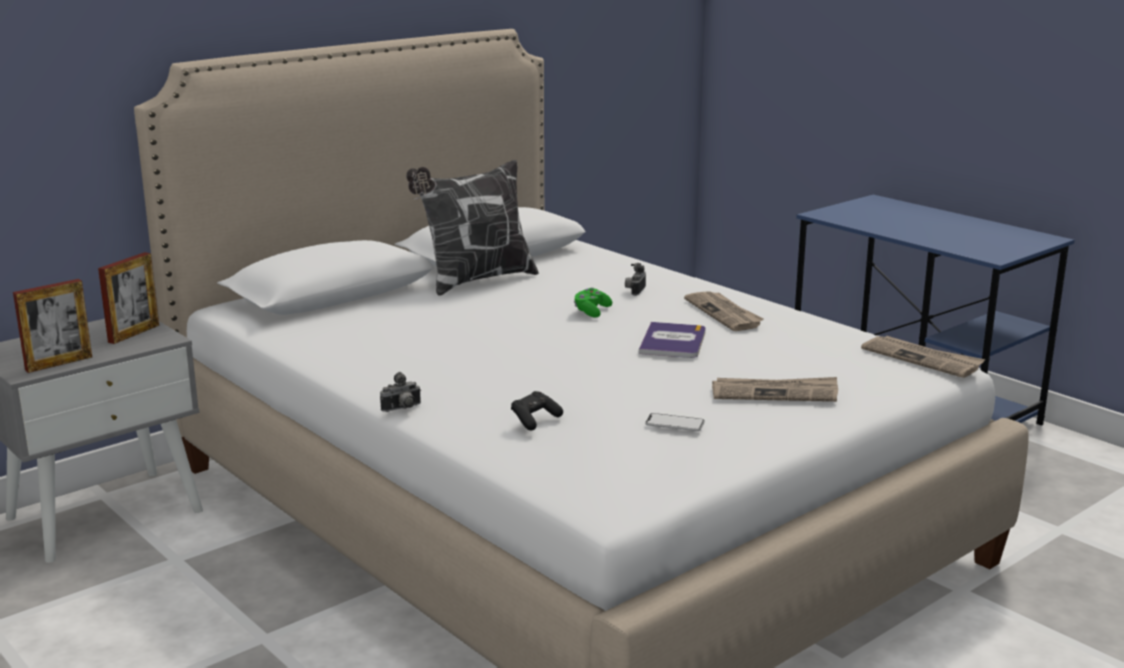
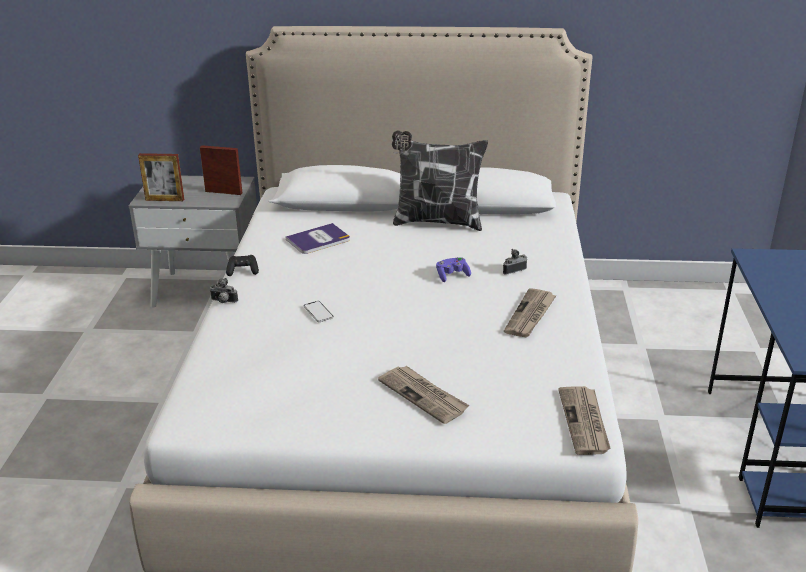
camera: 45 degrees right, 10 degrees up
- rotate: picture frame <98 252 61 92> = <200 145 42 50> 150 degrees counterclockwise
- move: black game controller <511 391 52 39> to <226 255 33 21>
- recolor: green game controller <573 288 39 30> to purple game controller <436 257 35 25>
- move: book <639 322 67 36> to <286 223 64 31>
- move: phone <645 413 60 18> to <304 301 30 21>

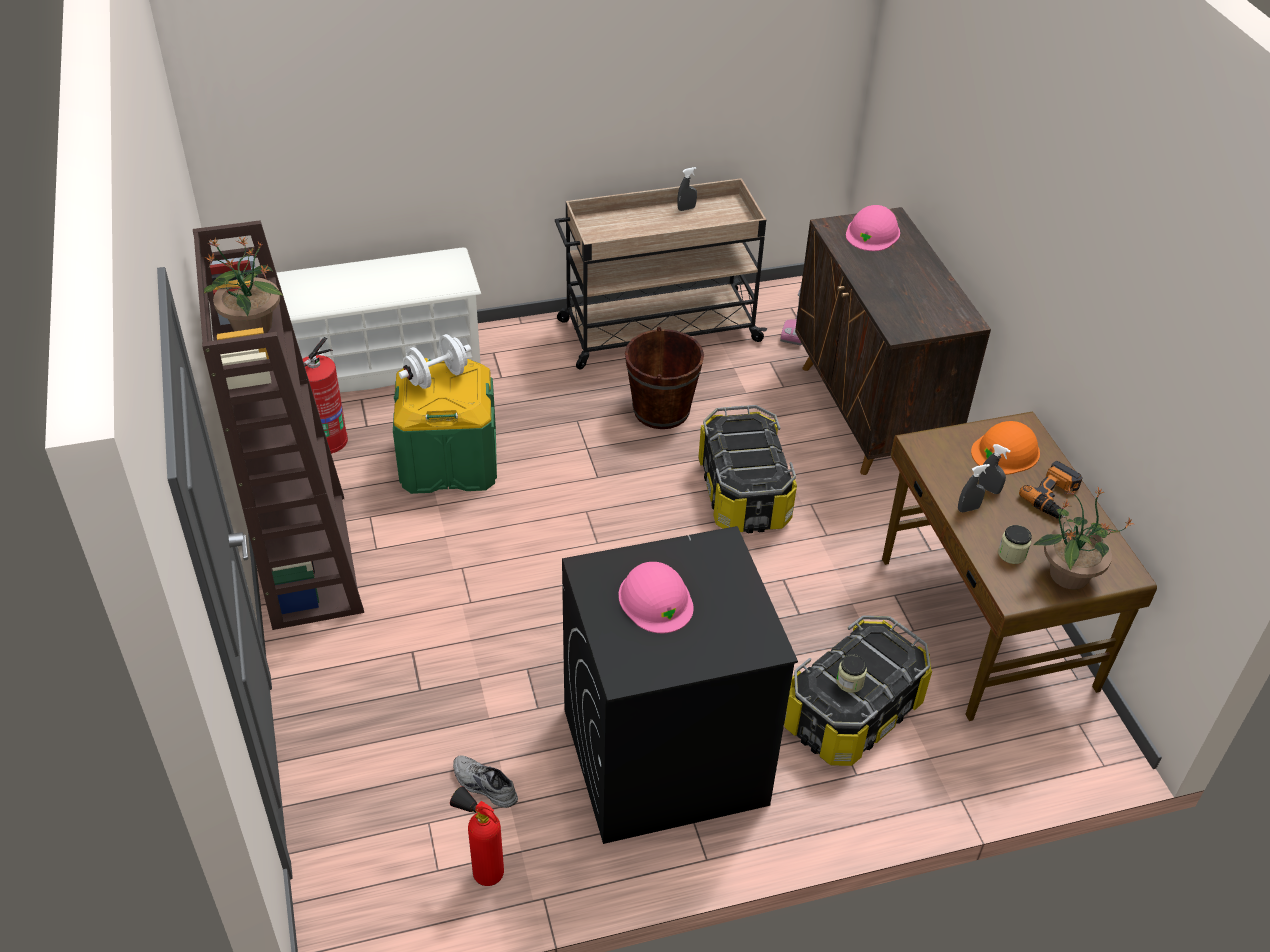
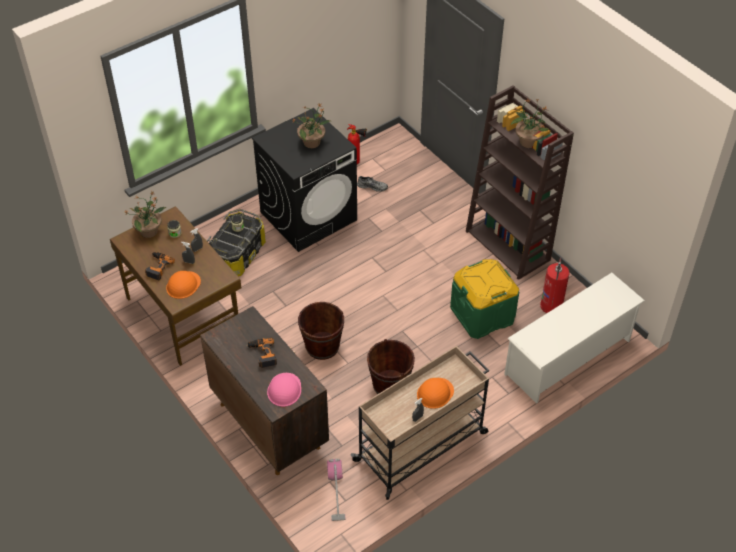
camera: 160 degrees right, 5 degrees up
- delete: white dumbbell <399 334 72 55>
- replace: pink hard hat <619 562 75 71> to potted plant <291 103 40 45>
- replace: storage box <699 405 98 128> to brown bucket <298 302 46 58>
- insert: power drill <247 338 30 30>
- insert: orange hard hat <417 378 37 31>

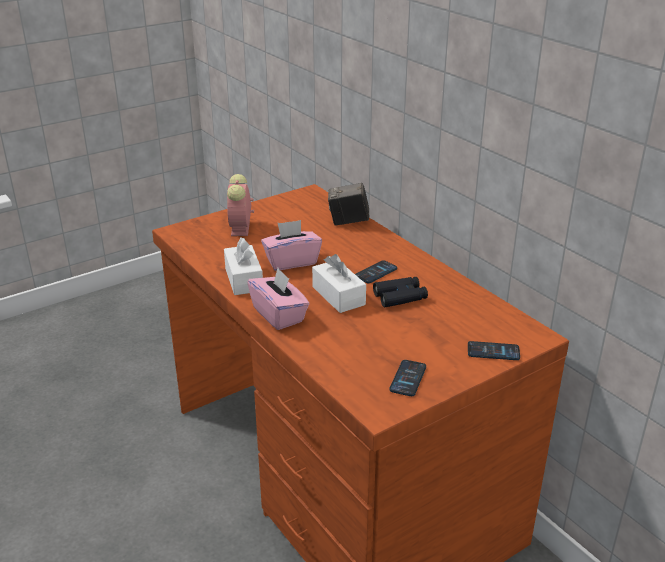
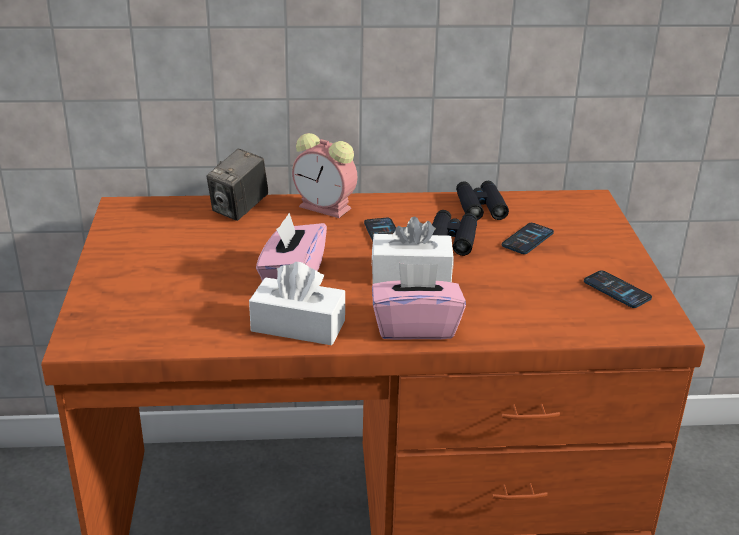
camera: 60 degrees left, 0 degrees up
- move: alarm clock <227 174 27 62> to <292 133 66 85>
- move: phone <468 341 52 19> to <502 223 52 31>
- insert: black binoculars <456 181 53 39>

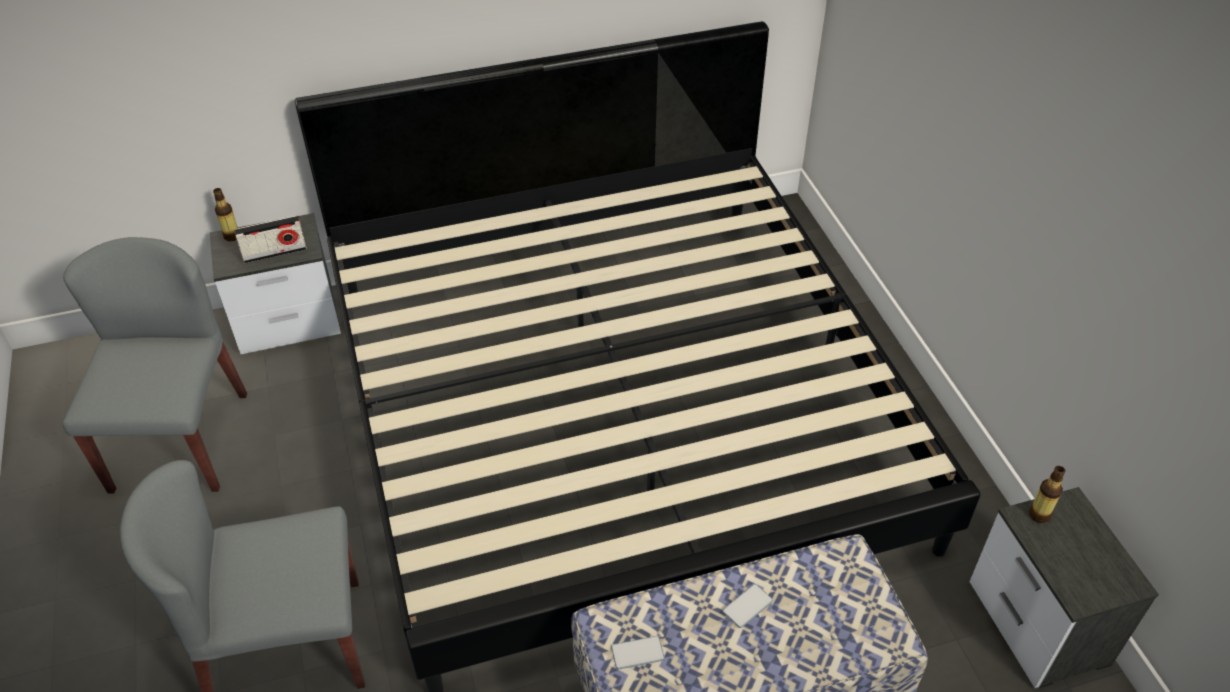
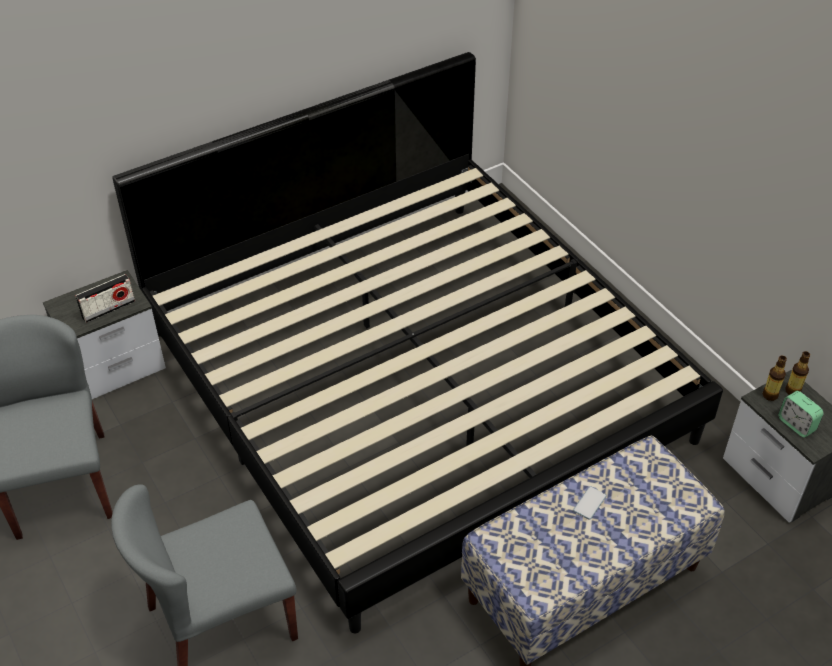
camera: 15 degrees left, 0 degrees up
- move: bottle <213 188 25 53> to <785 351 25 44>
- delete: phone <611 636 54 33>
- insert: alarm clock <778 391 46 47>

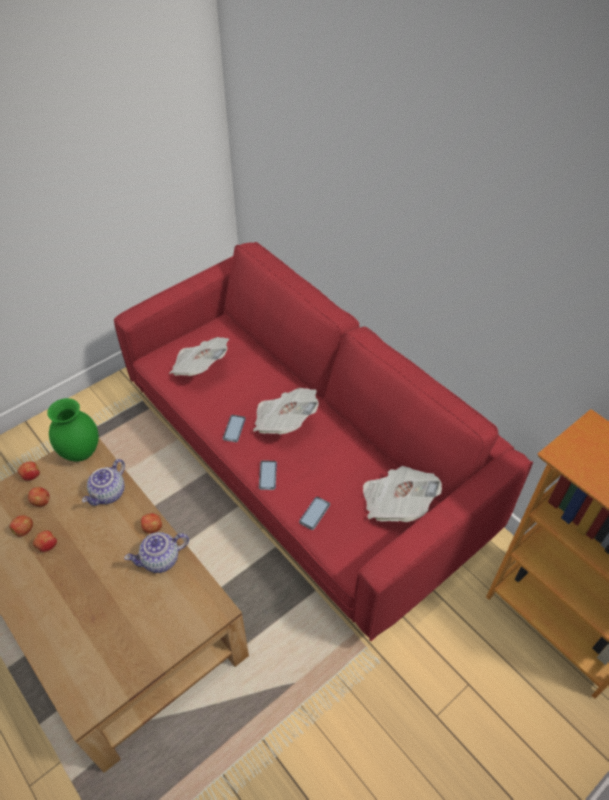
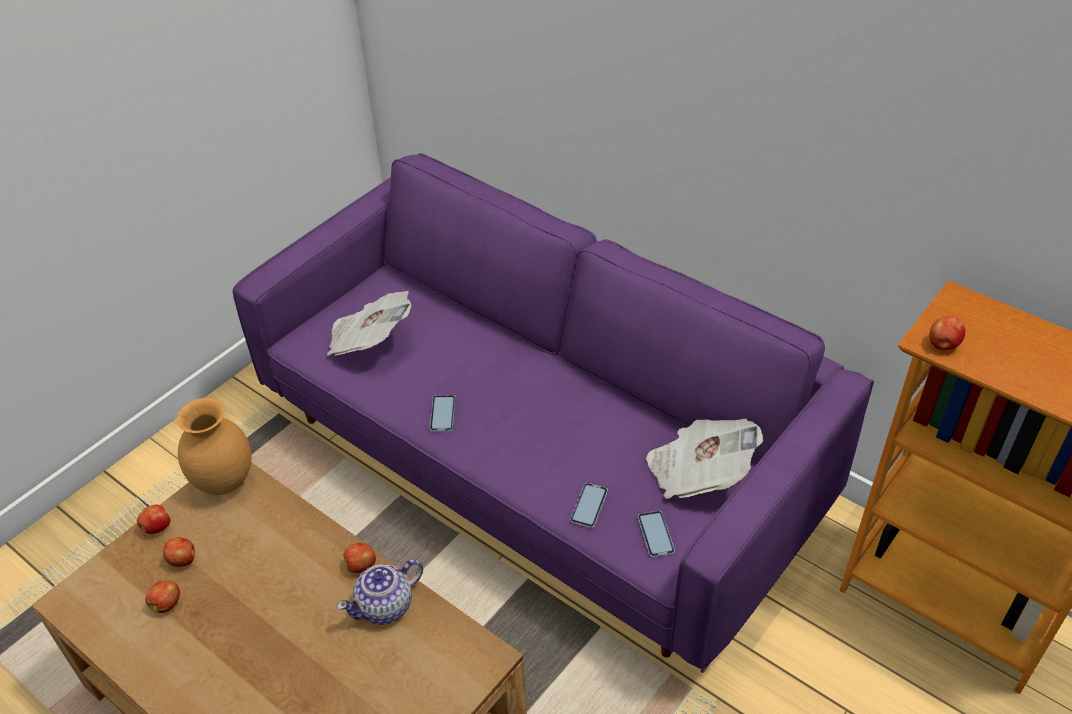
camera: 10 degrees left, 5 degrees down
- move: apple <33 531 24 21> to <930 316 35 34>
- recolor: green vase <47 398 52 64> to brown vase <177 398 75 97>
- delete: teapot <82 459 43 47>
- recolor: red sofa <114 242 419 399> to purple sofa <232 153 642 520>
- delete: newspaper <253 388 66 46>
- move: phone <259 461 18 29> to <638 511 37 47>

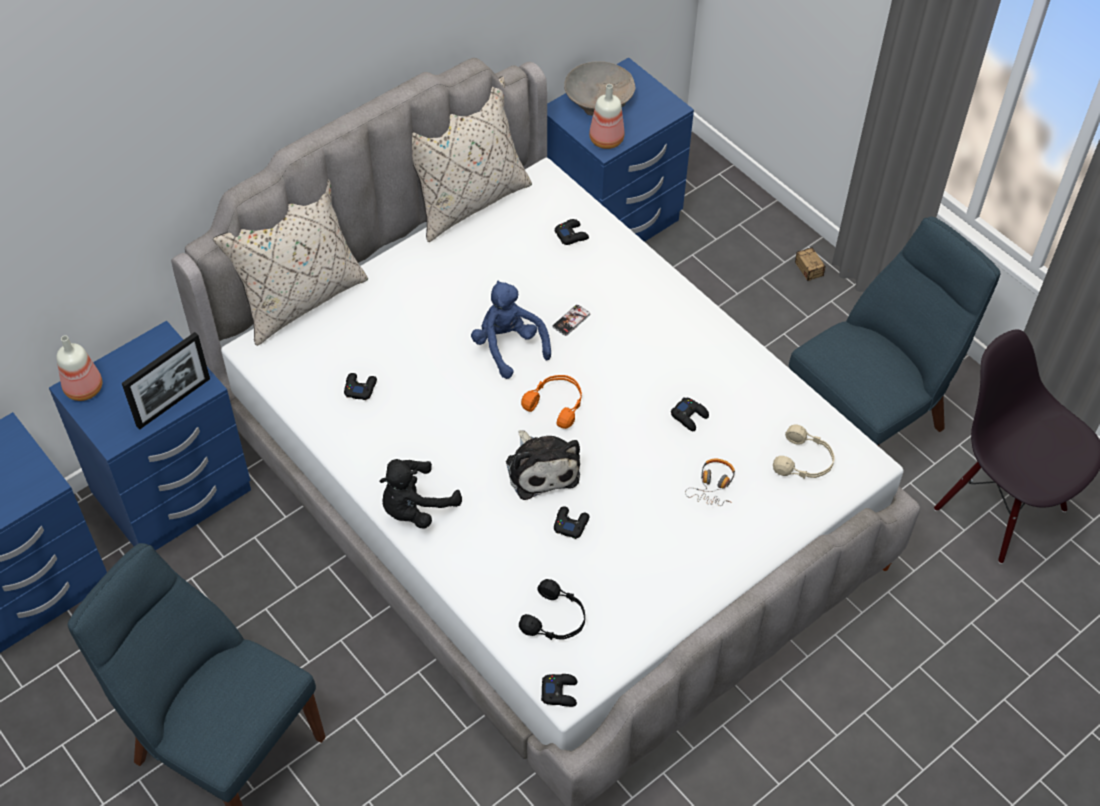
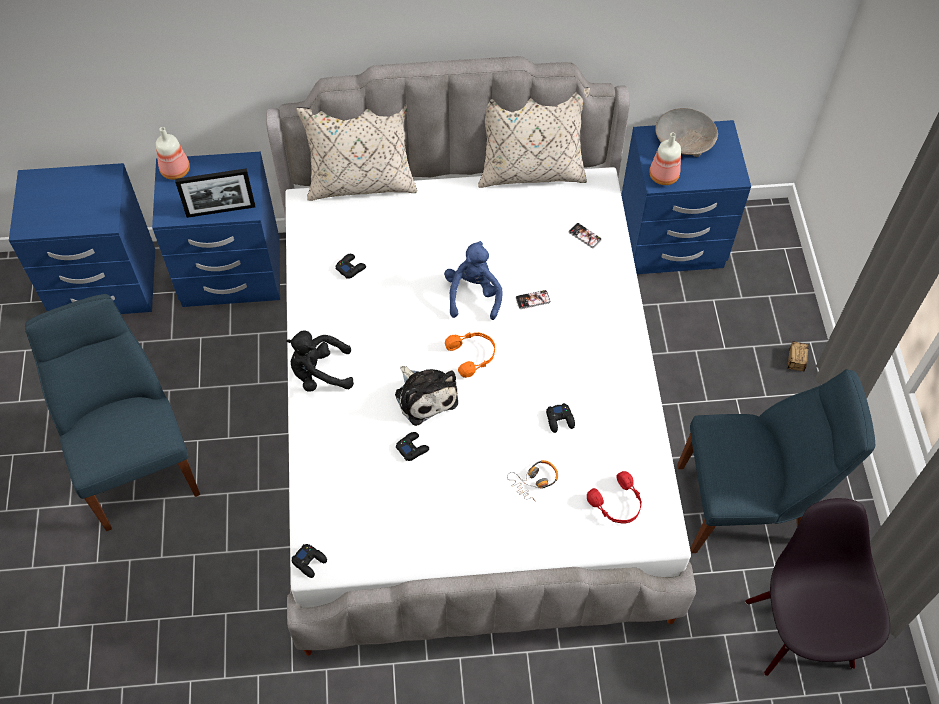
camera: 35 degrees right, 5 degrees up
- rotate: plush toy <506 430 74 70> = <395 366 63 60> 45 degrees counterclockwise
- delete: black headphones <519 579 66 61>
- replace: black game controller <554 219 35 26> to phone <569 223 33 25>
- recolor: beige headphones <773 424 62 55> to red headphones <587 471 55 52>

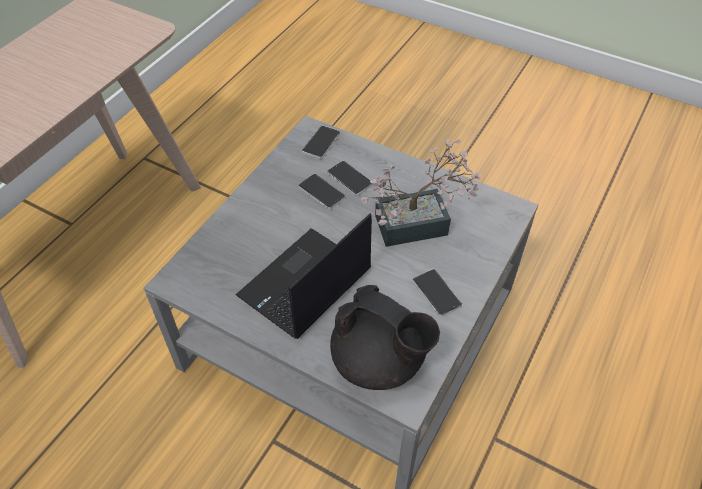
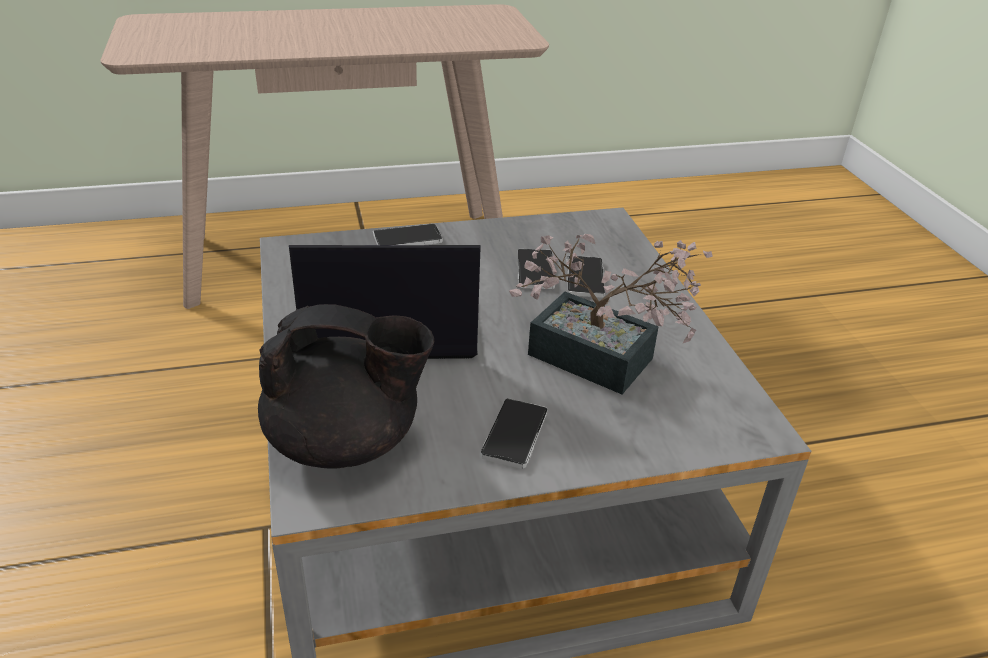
camera: 45 degrees right, 15 degrees down
- move: phone <302 125 38 34> to <373 223 70 22>
- rotate: black teapot <330 285 110 105> = <258 304 177 165> 75 degrees counterclockwise

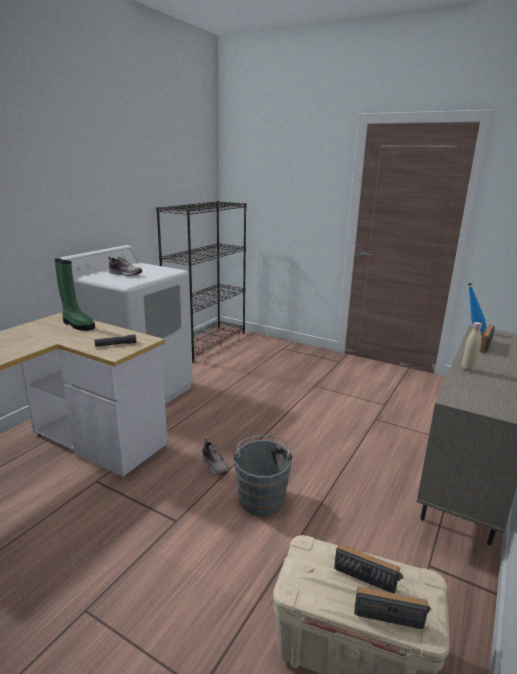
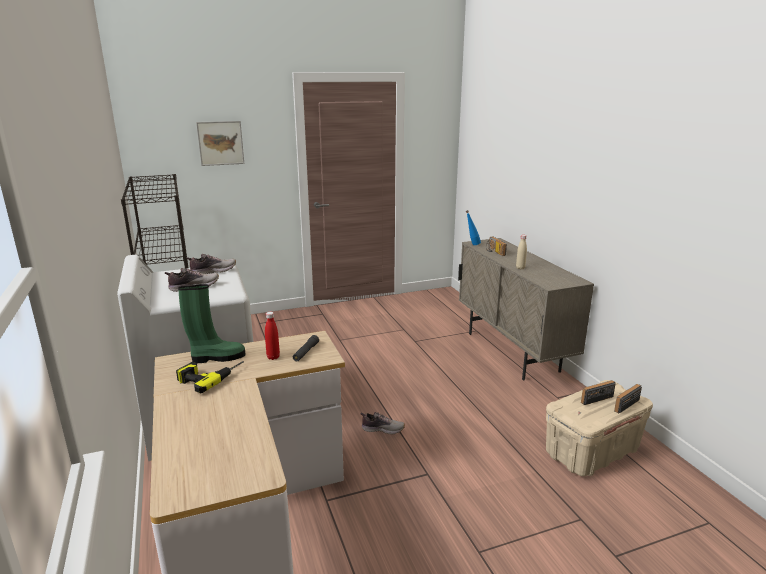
camera: 50 degrees left, 0 degrees up
- delete: grey bucket <231 435 65 81>
- insert: power drill <176 361 68 32>
- insert: shoe <187 254 49 20>
- insert: picture <196 121 48 45>
- insert: red bottle <265 312 15 48>

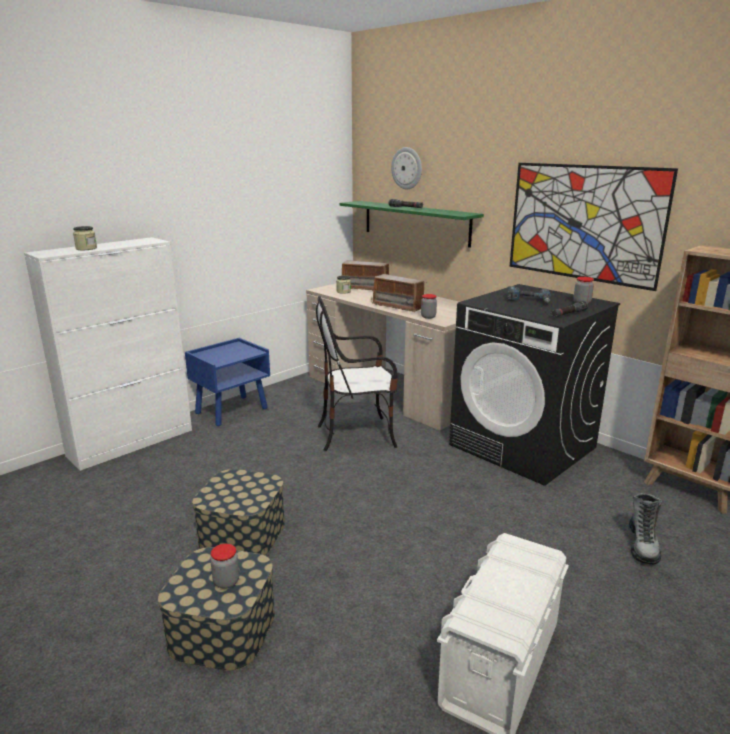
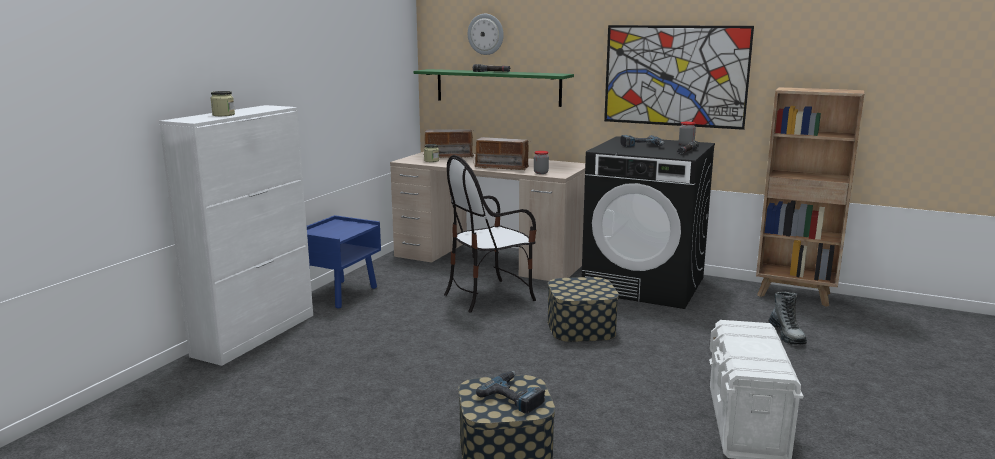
camera: 20 degrees left, 5 degrees down
- move: storage box <192 469 93 86> to <547 277 72 65>
- replace: jar <210 544 29 45> to power drill <476 371 69 43>

